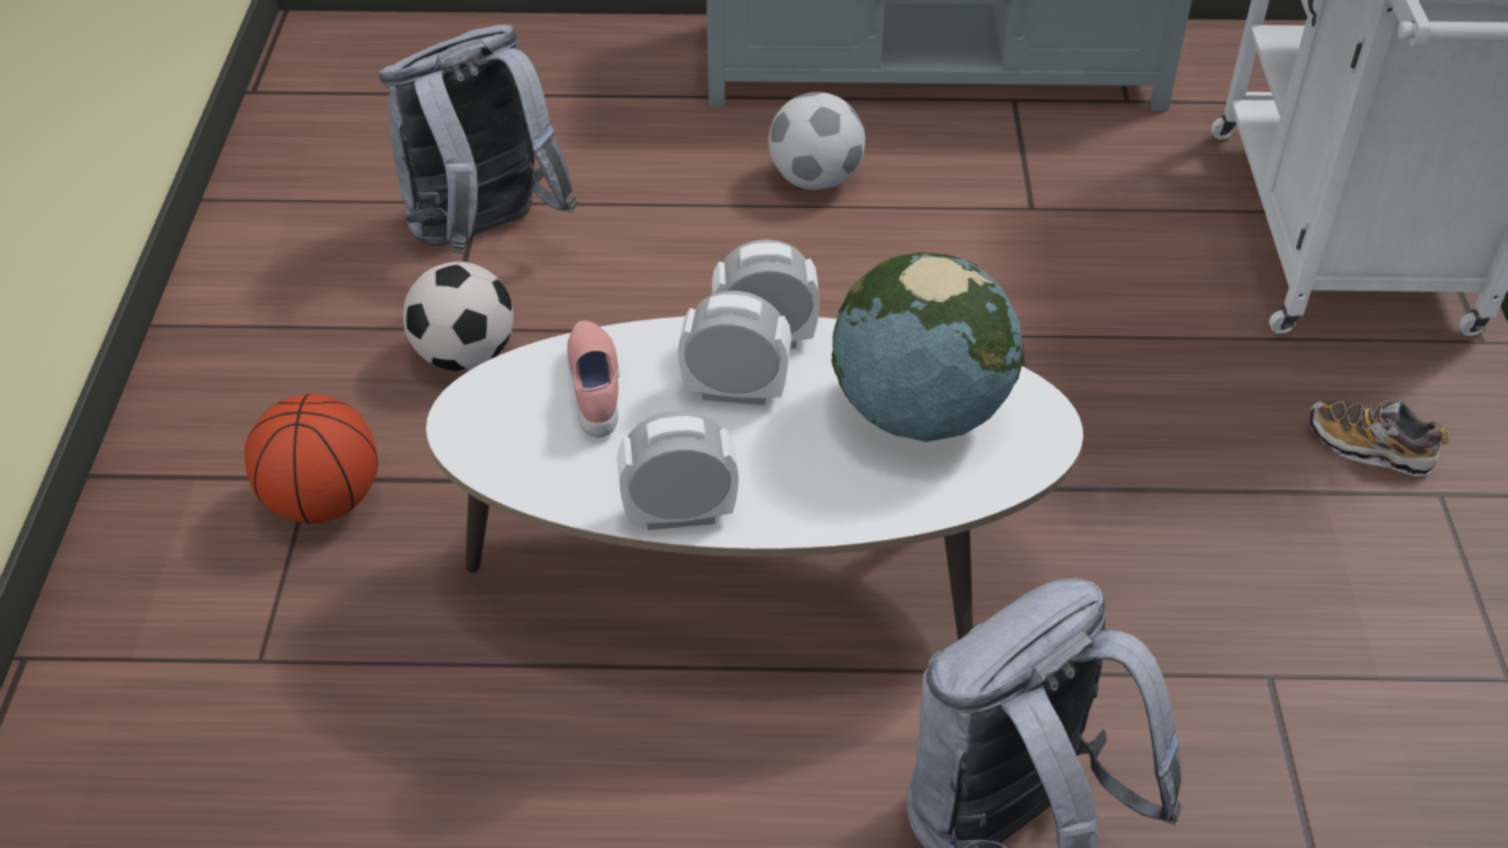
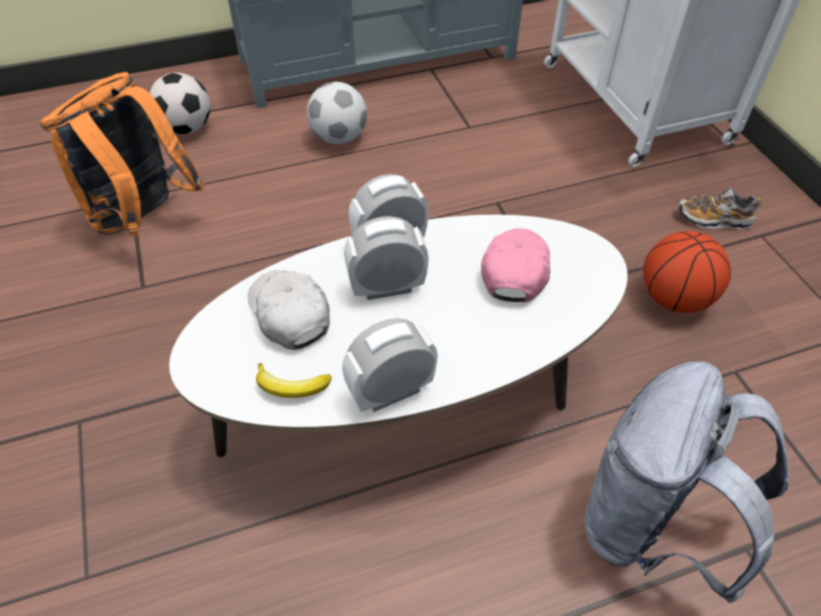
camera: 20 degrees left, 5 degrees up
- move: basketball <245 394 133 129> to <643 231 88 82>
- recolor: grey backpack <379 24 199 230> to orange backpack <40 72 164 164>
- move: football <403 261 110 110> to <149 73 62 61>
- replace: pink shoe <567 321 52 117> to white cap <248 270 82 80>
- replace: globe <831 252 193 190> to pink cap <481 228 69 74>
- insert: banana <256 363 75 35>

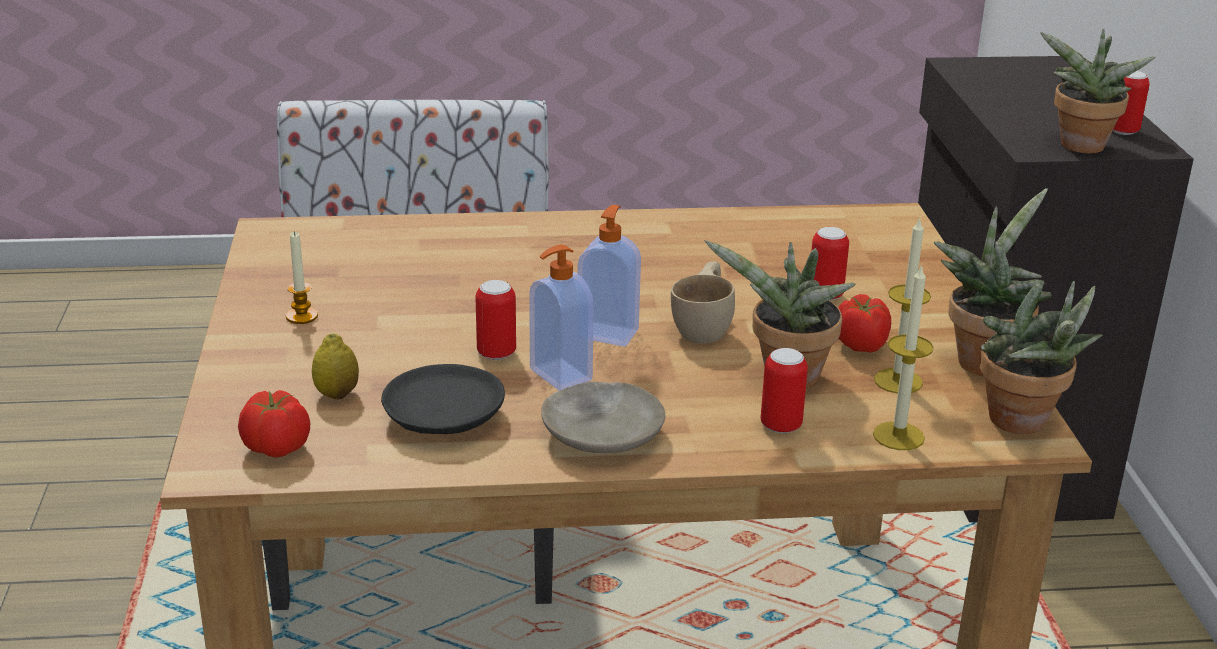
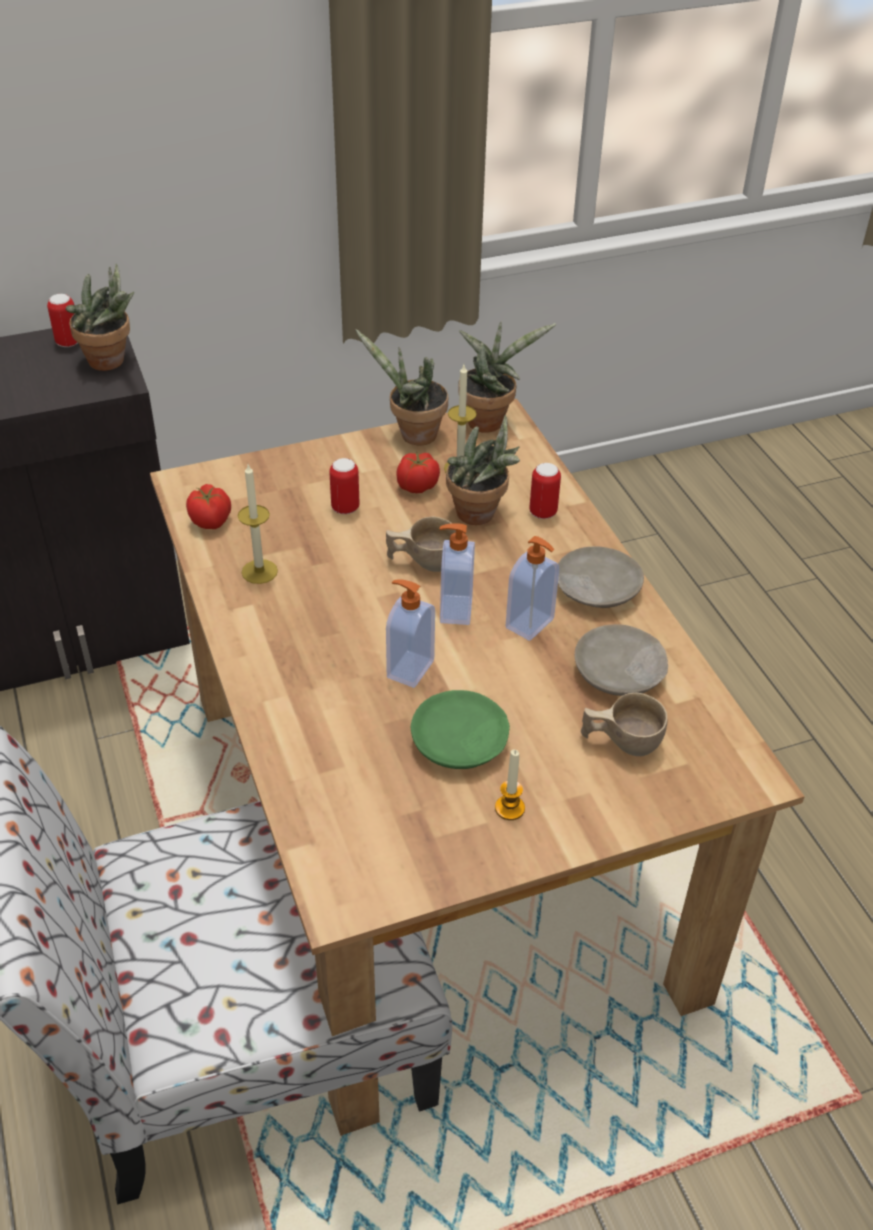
camera: 105 degrees left, 15 degrees up
- move: tomato <238 390 72 68> to <186 484 45 45>
- replace: lemon <312 333 47 66> to beige cup <581 693 86 63>
- recolor: black plate <381 364 124 70> to beige plate <575 624 93 72>
- delete: can <476 280 40 80>
- move: candle <873 264 61 186> to <238 465 40 119>
- insert: soap dispenser <386 579 49 109>
- insert: green plate <411 690 99 79>

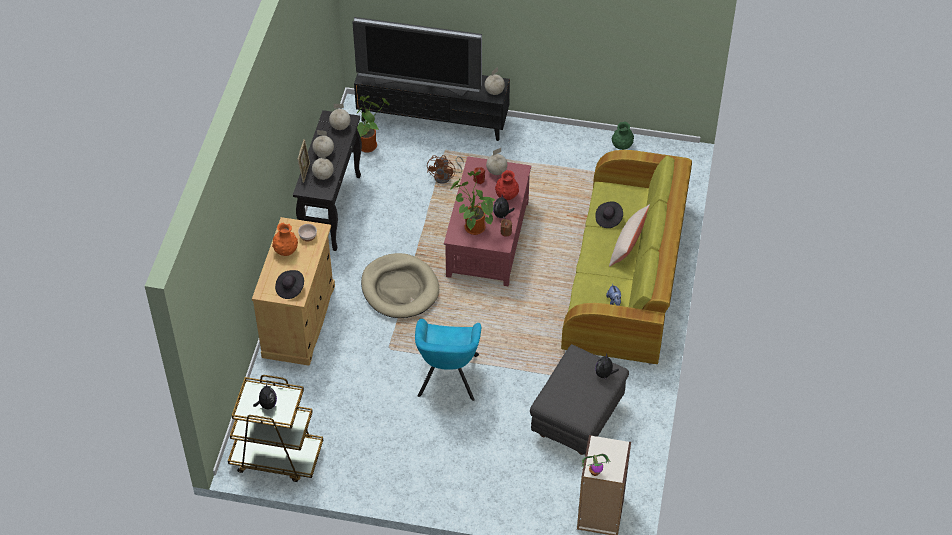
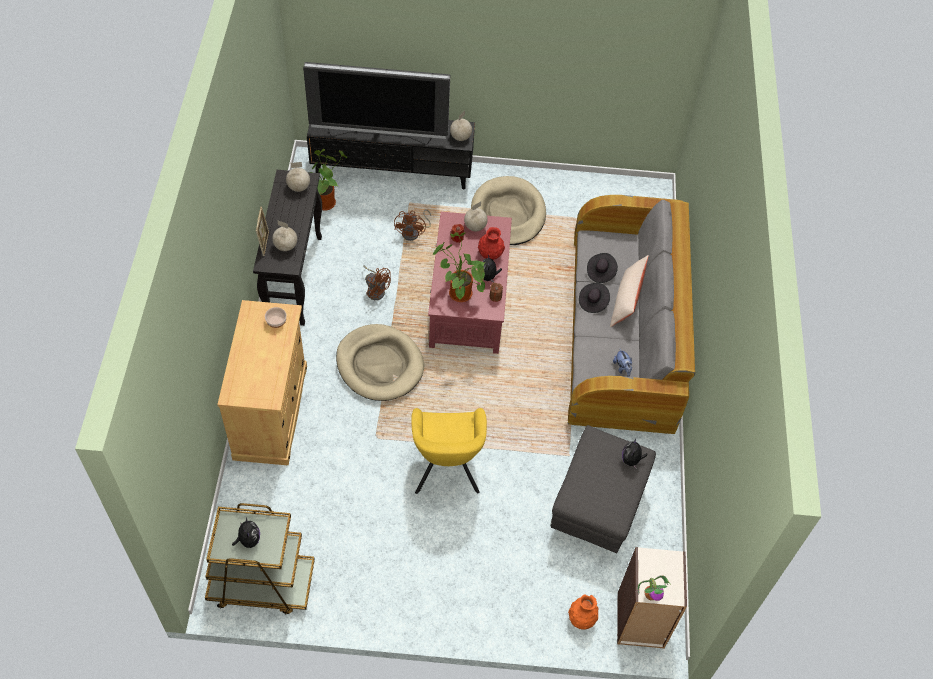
camera: 10 degrees left, 5 degrees up
- move: orange vase <272 223 26 33> to <568 594 31 36>
- move: black hat <275 270 29 29> to <579 283 31 30>
- delete: globe <312 130 22 27>
- recolor: turquoise armchair <415 319 66 82> to yellow armchair <411 408 76 86>
- recolor: green sofa <561 150 131 214> to grey sofa <568 195 127 239>
- delete: green vase <612 122 22 28>
- insert: brown fan <363 265 28 35>
- insert: beige dog bed <471 176 75 69>

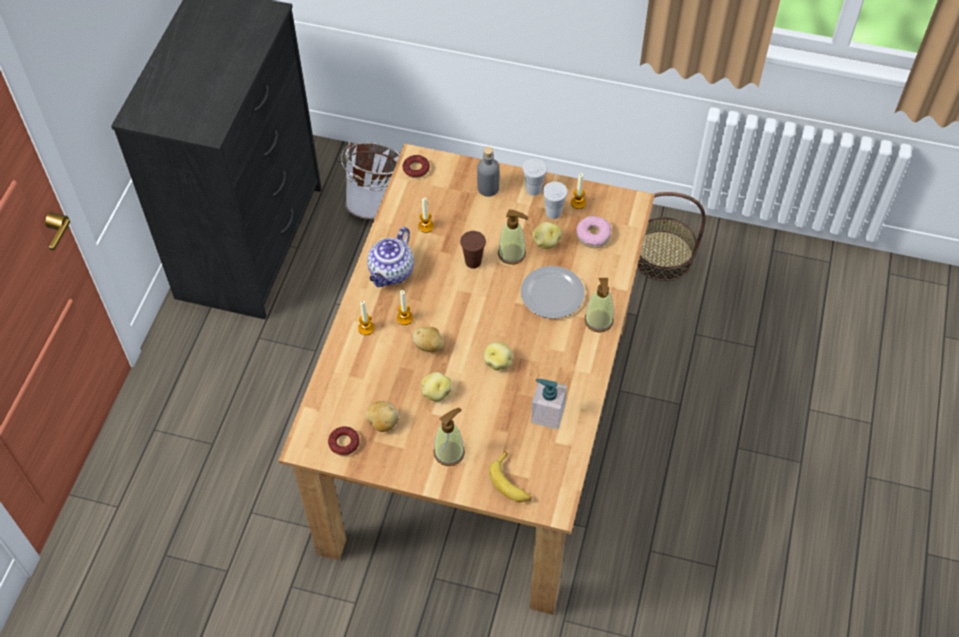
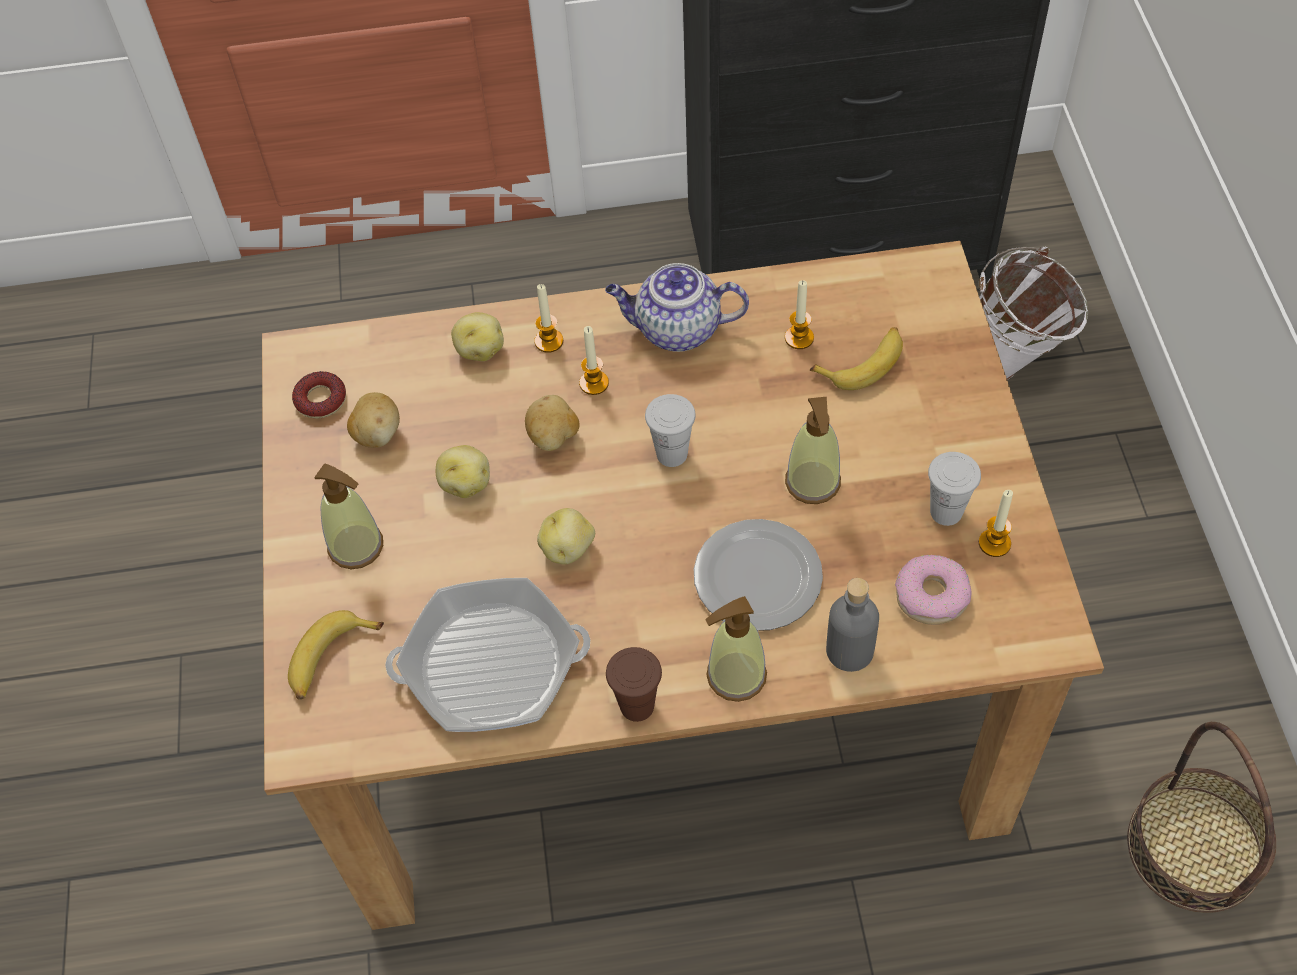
camera: 70 degrees right, 0 degrees up
- delete: donut <403 155 27 23>
- move: brown cup <460 231 26 37> to <606 647 56 75>
- move: grey bottle <477 147 22 50> to <826 578 53 94>
- move: white cup <523 158 24 38> to <645 394 51 73>
- replace: soap dispenser <531 379 36 51> to frying pan <385 578 205 154>
- move: potato <533 222 28 27> to <451 312 53 49>
- insert: banana <810 327 93 63>

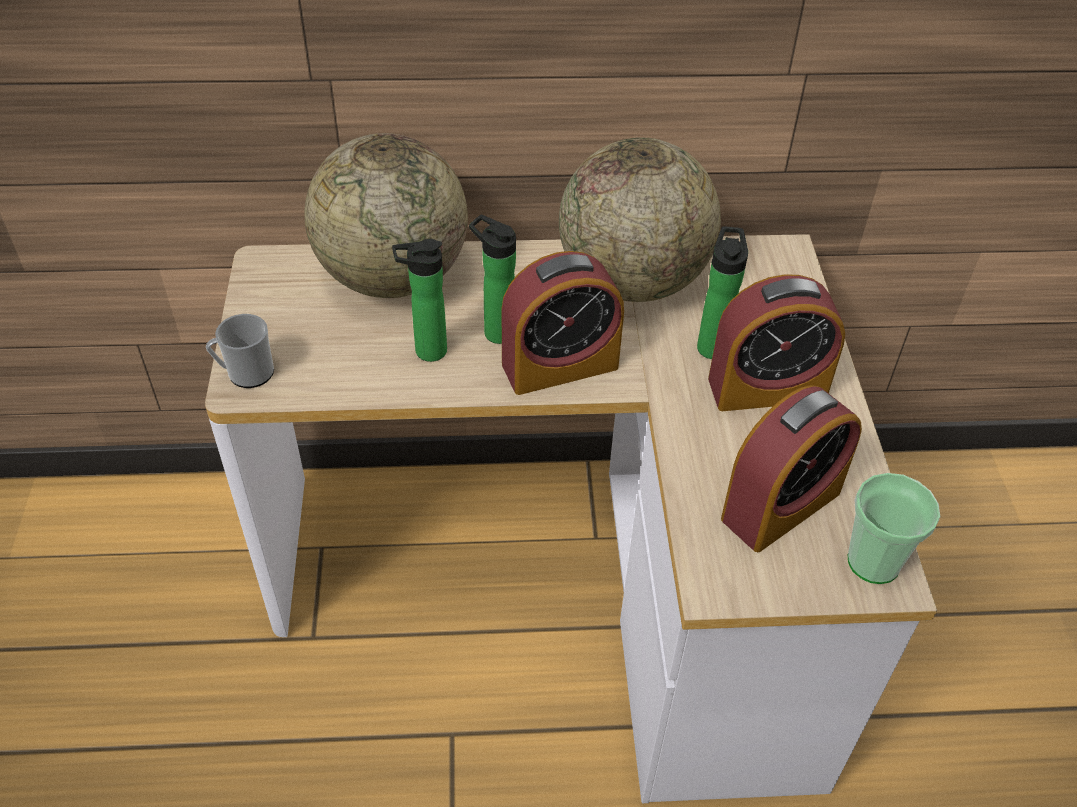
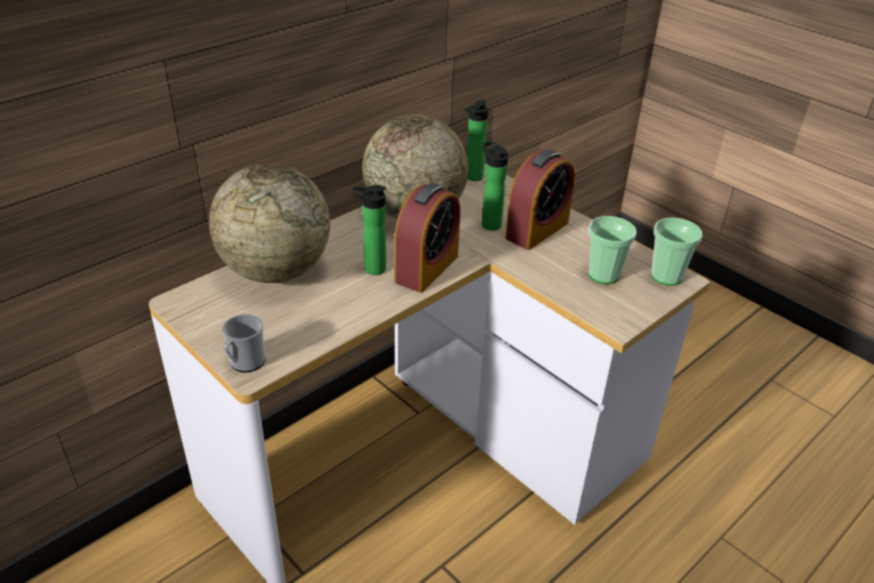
camera: 40 degrees left, 10 degrees down
- move: bottle <392 239 55 123> to <465 100 23 81>
- replace: alarm clock <721 385 141 167> to cup <588 216 49 68>

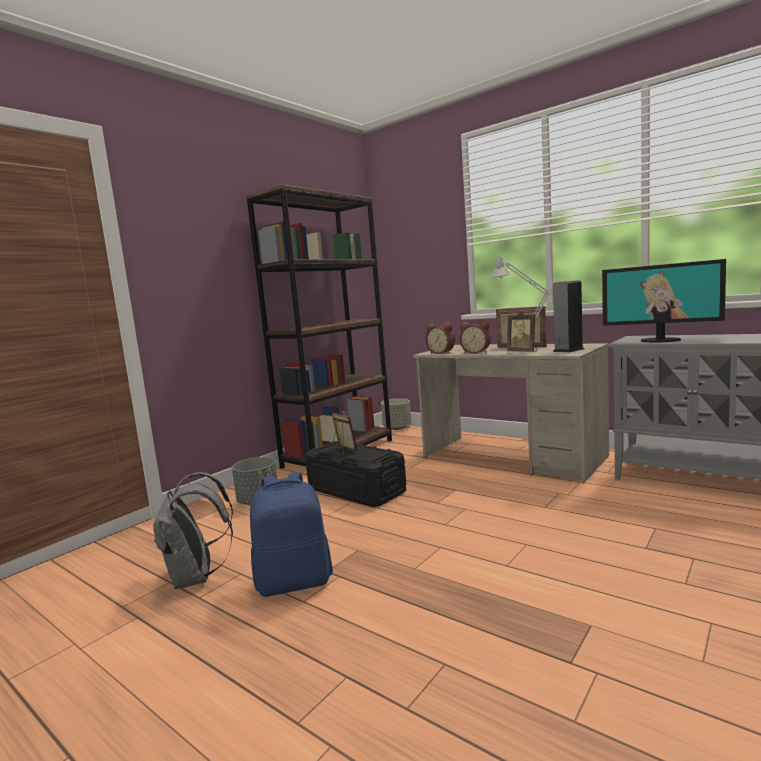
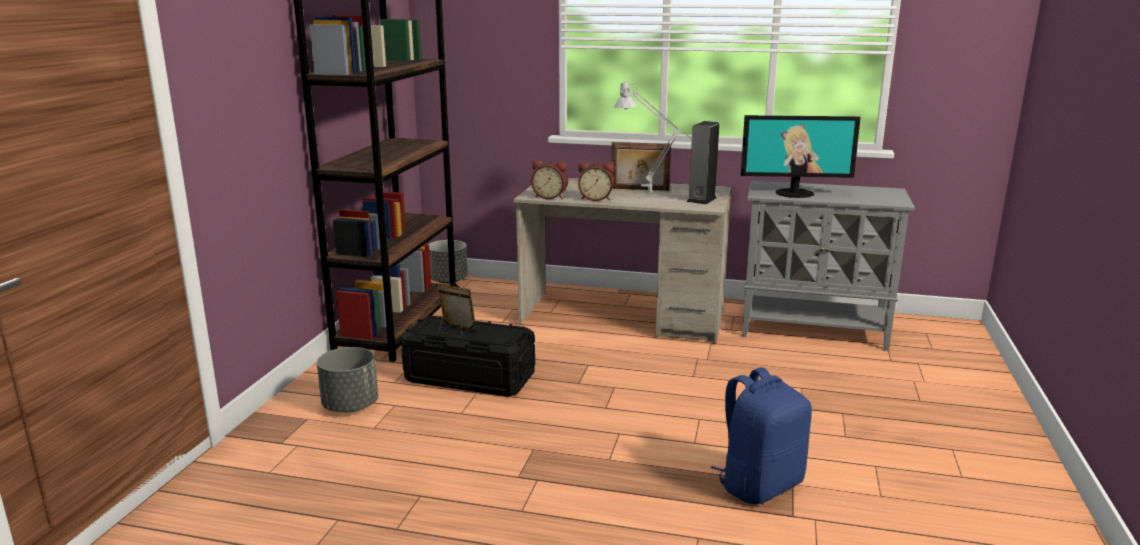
camera: 25 degrees left, 10 degrees up
- delete: grey backpack <153 472 80 117>
- move: blue backpack <250 472 83 125> to <711 367 101 137>
- delete: picture frame <507 311 30 41>

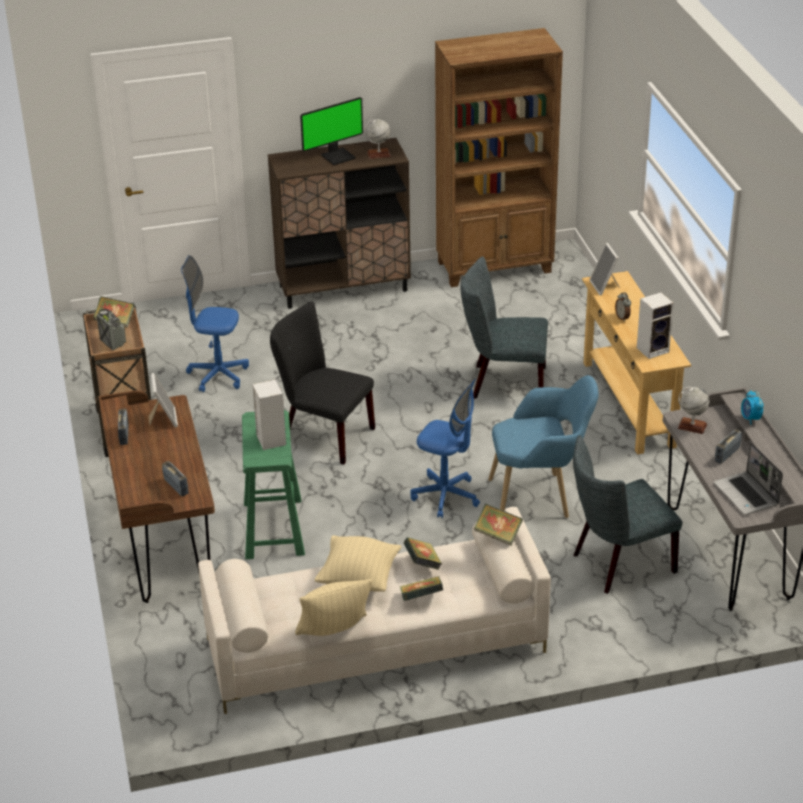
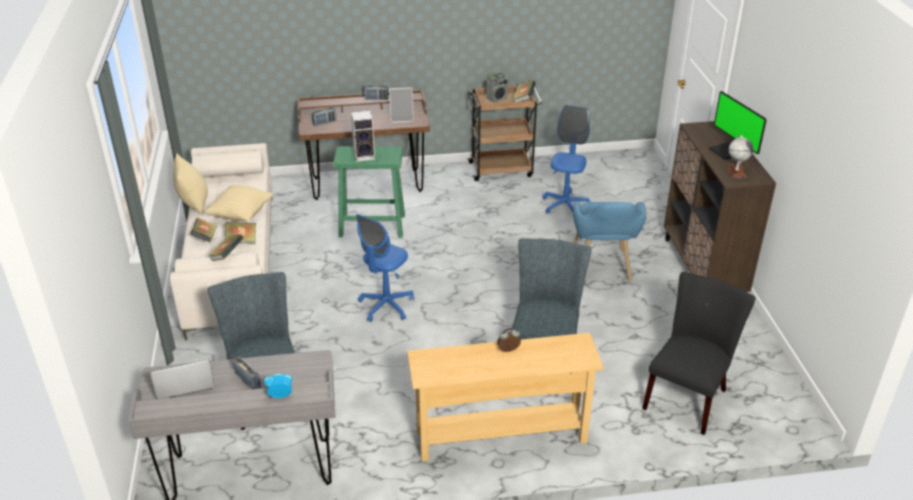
camera: 95 degrees right, 0 degrees up
- move: black chair <270 301 105 164> to <642 272 113 163>
- delete: brown bookcase <435 28 128 259>
- move: blue armchair <488 375 110 143> to <573 202 73 80>
- delete: picture frame <589 243 31 53>
- delete: speaker <637 292 37 67>
- delete: globe <677 387 32 47>

